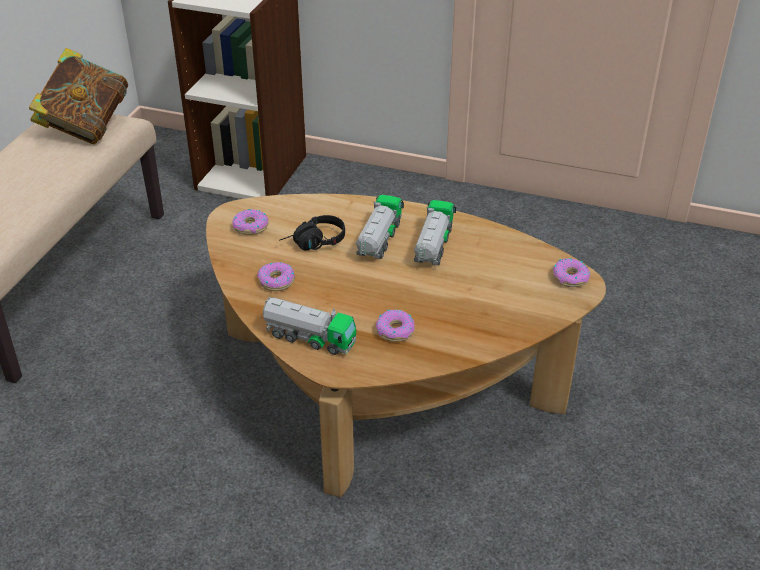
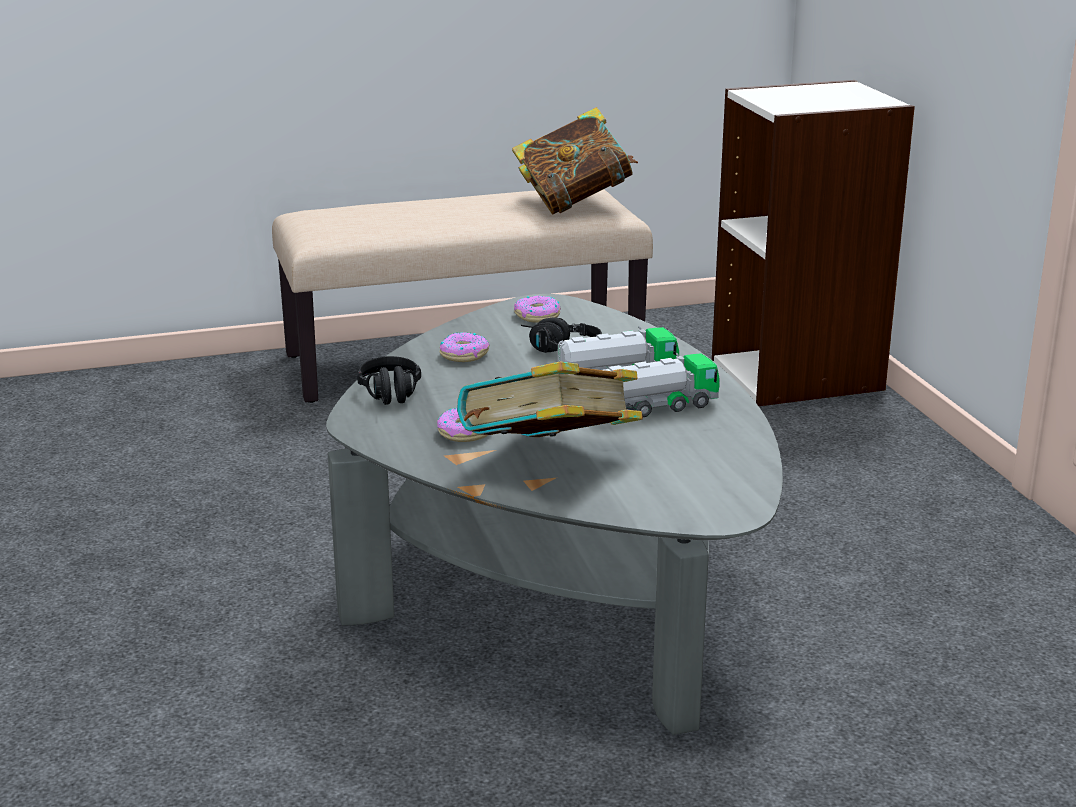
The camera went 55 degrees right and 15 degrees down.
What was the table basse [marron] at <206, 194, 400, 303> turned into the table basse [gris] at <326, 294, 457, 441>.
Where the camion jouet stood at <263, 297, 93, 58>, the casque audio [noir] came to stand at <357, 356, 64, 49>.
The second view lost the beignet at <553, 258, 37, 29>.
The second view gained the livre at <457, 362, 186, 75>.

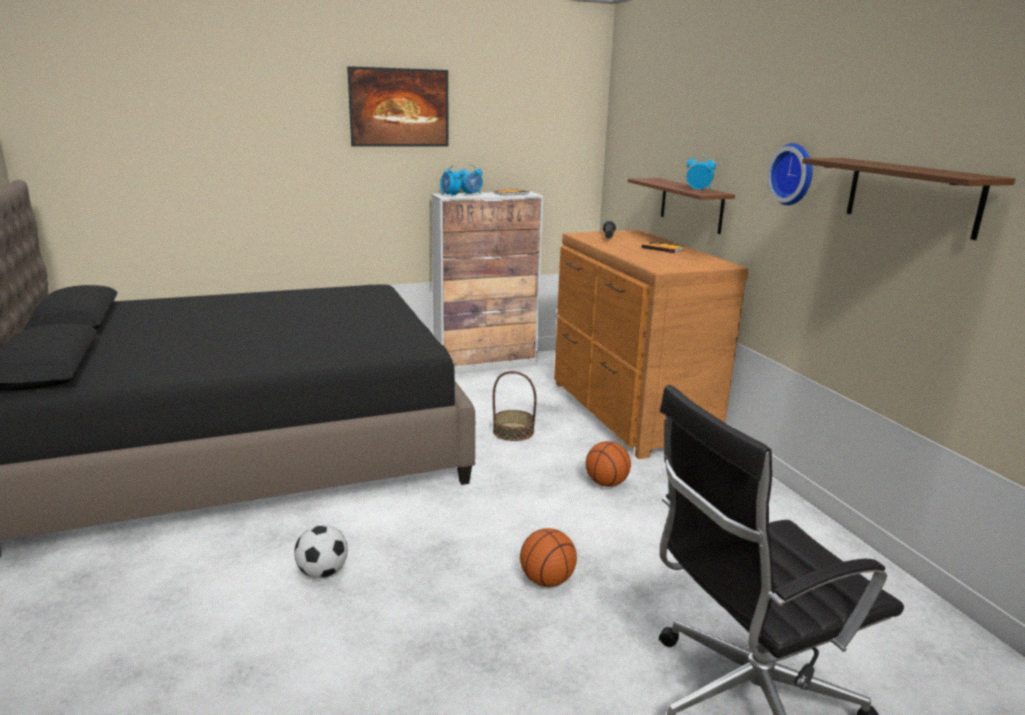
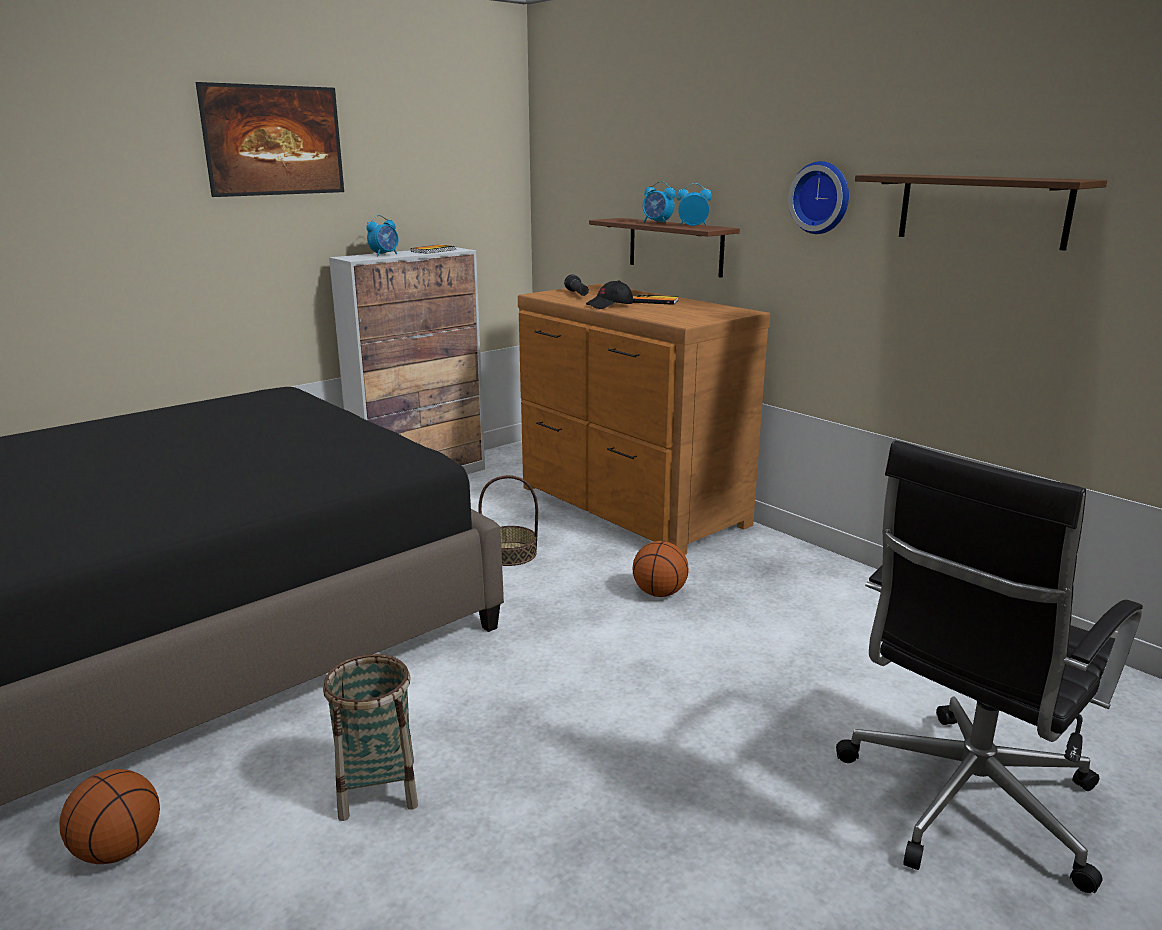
The camera went 20 degrees left and 0 degrees up.
Where the ballon de foot stood at <294, 525, 54, 53>, the panier came to stand at <323, 654, 95, 167>.
The réveil ended up elsewhere, having gone from <440, 166, 21, 31> to <643, 181, 33, 43>.
The ballon de basket ended up elsewhere, having gone from <520, 528, 57, 59> to <60, 769, 100, 95>.
The second view gained the casquette [noir] at <586, 280, 47, 29>.

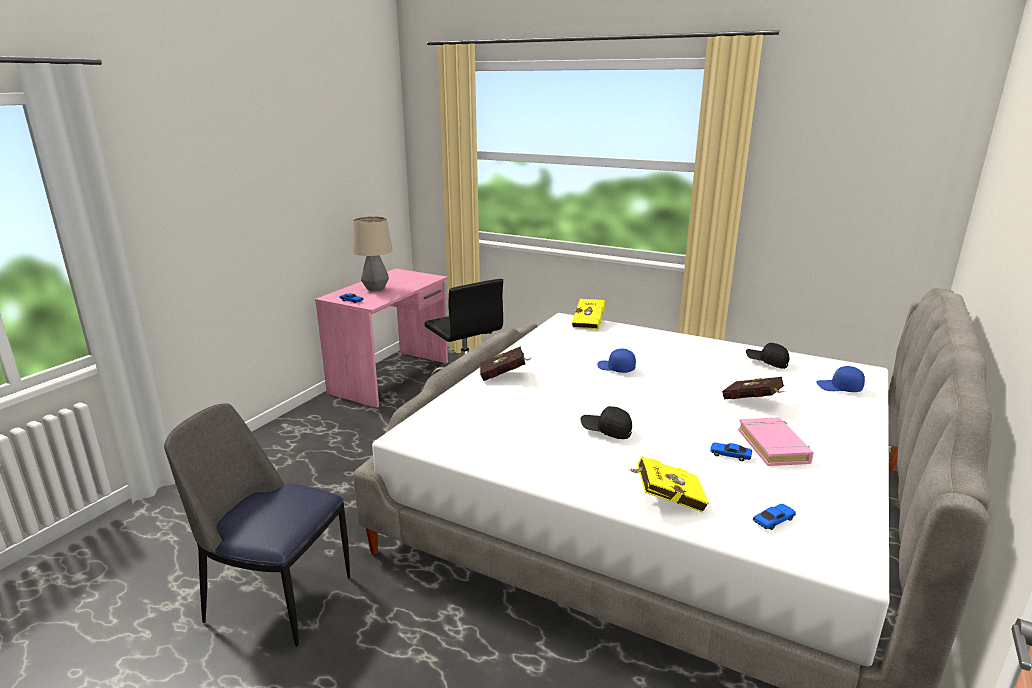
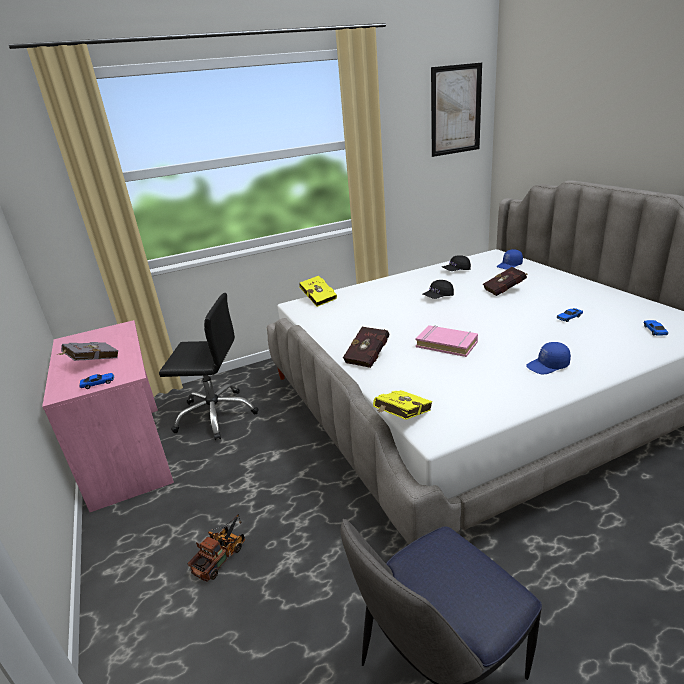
The camera went 50 degrees left and 5 degrees up.
Where the lampe de table stood at <352, 216, 41, 75>, the livre [gris] came to stand at <56, 342, 63, 19>.
The casquette [noir] ended up elsewhere, having gone from <581, 406, 51, 33> to <423, 280, 31, 19>.
The casquette [bleu] ended up elsewhere, having gone from <597, 348, 39, 25> to <526, 342, 45, 32>.
The livre [jaune] ended up elsewhere, having gone from <629, 456, 80, 57> to <373, 390, 59, 30>.
The livre [rose] ended up elsewhere, having gone from <738, 417, 76, 49> to <416, 325, 62, 32>.
The second view gained the camion jouet at <187, 514, 58, 68>.
The second view gained the tableau at <431, 63, 51, 94>.

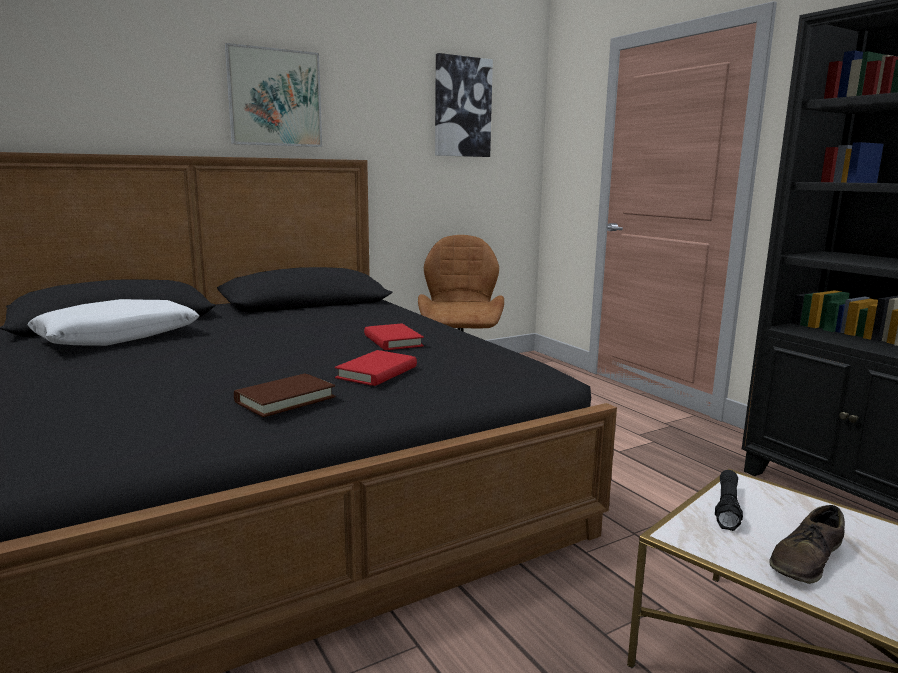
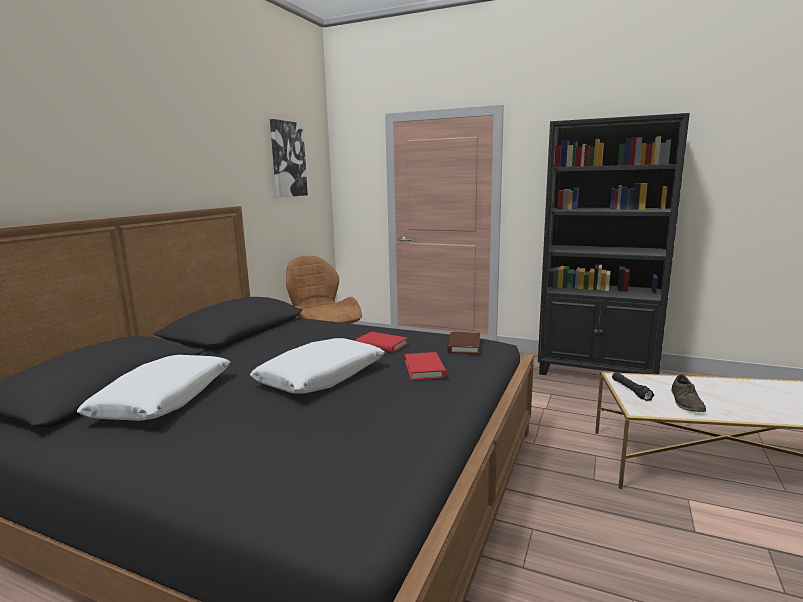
The camera went 35 degrees left and 0 degrees up.
The second view lost the tableau at <225, 43, 97, 104>.
The livre [marron] ended up elsewhere, having gone from <234, 373, 102, 44> to <447, 332, 33, 22>.
The second view gained the coussin [blanc] at <250, 338, 135, 56>.

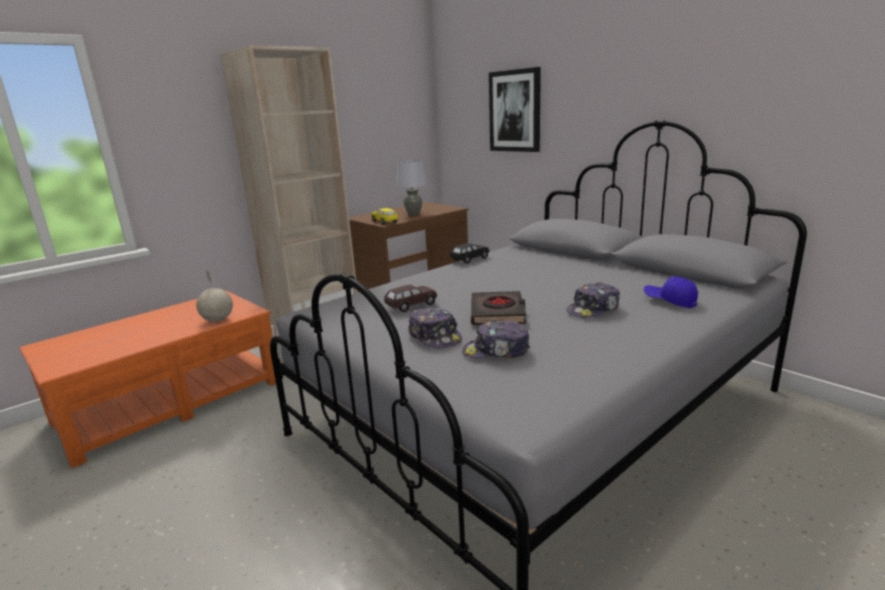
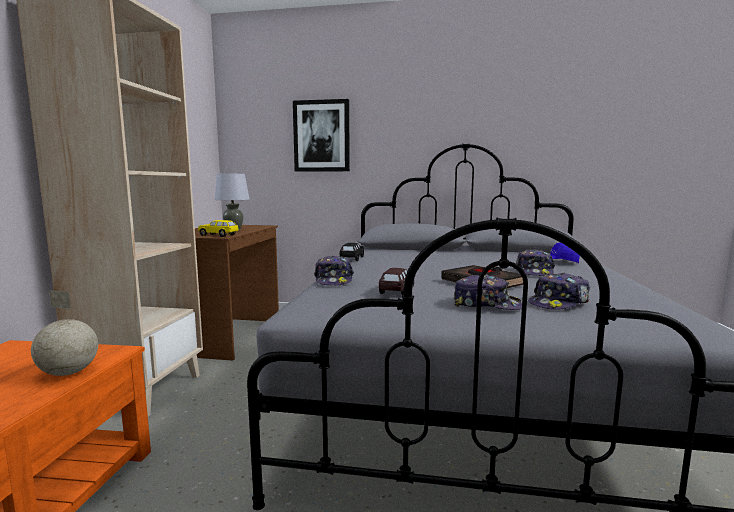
The camera went 40 degrees left and 10 degrees down.
The second view gained the casquette at <314, 255, 40, 30>.

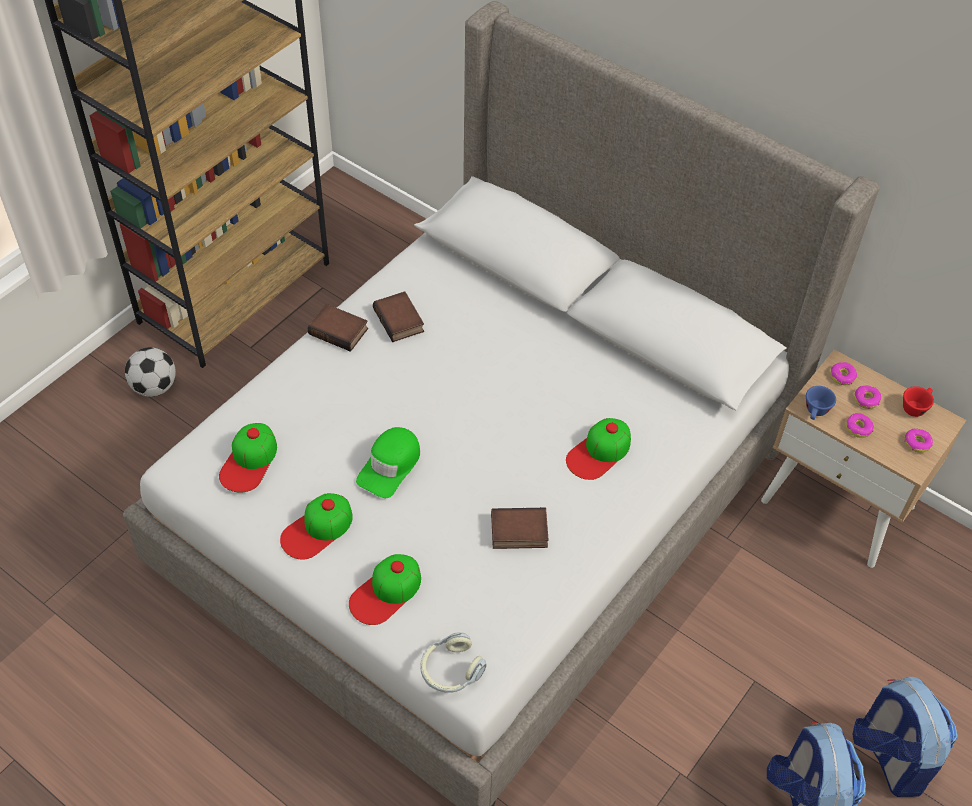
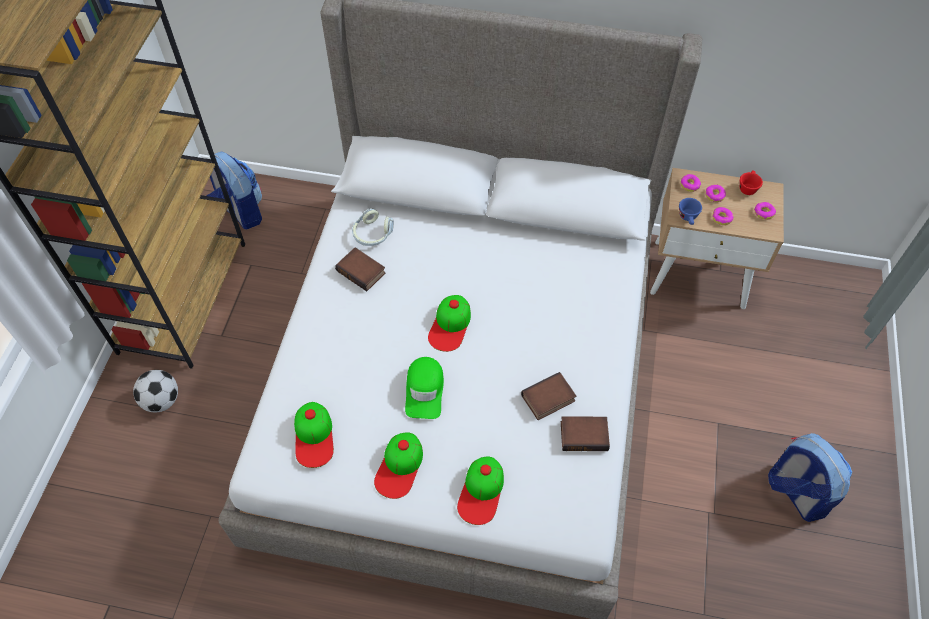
The camera went 25 degrees left and 5 degrees up.
The livre ended up elsewhere, having gone from <308, 304, 60, 48> to <561, 416, 49, 35>.
The casque audio ended up elsewhere, having gone from <420, 632, 67, 61> to <352, 208, 42, 38>.
The casquette ended up elsewhere, having gone from <566, 418, 65, 62> to <428, 295, 43, 57>.
The sac à dos ended up elsewhere, having gone from <853, 677, 104, 120> to <207, 152, 55, 77>.

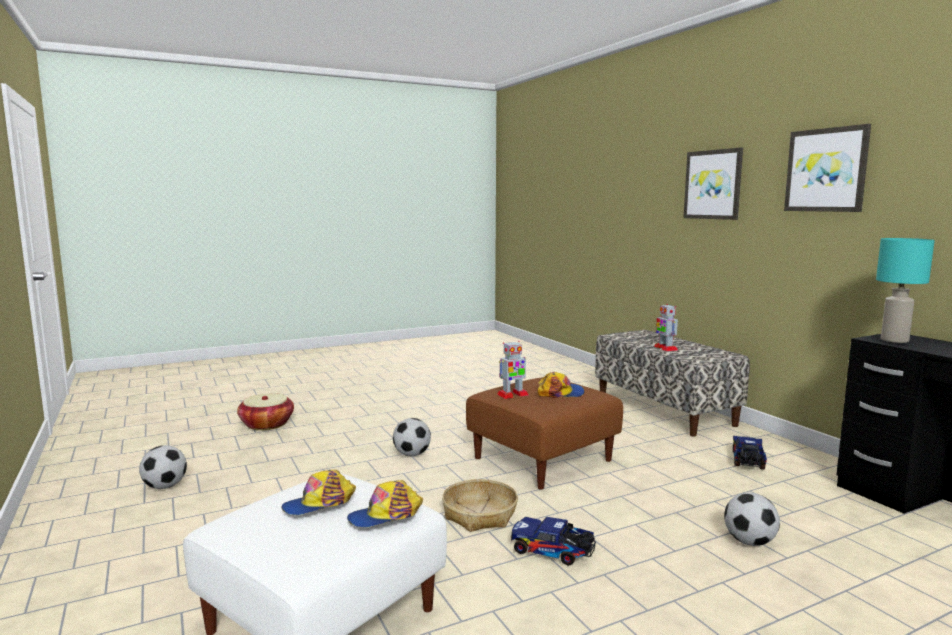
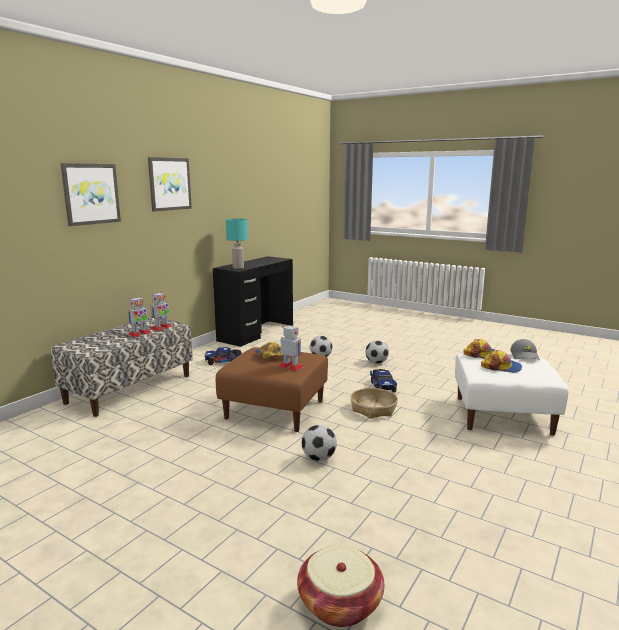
The camera went 120 degrees left and 5 degrees up.
The ballon de foot ended up elsewhere, having gone from <139, 445, 48, 44> to <365, 340, 24, 24>.
The second view gained the robot jouet at <151, 292, 21, 39>.
The second view gained the casquette [gris] at <510, 339, 30, 21>.

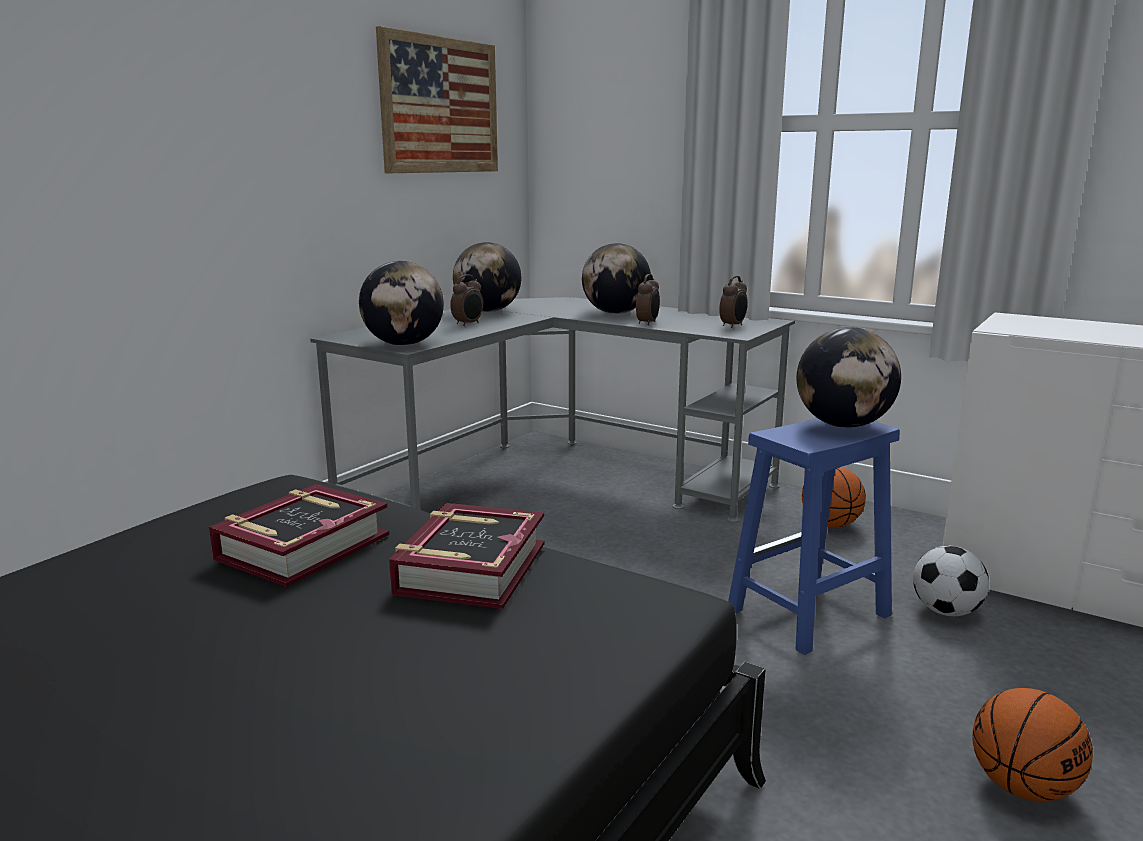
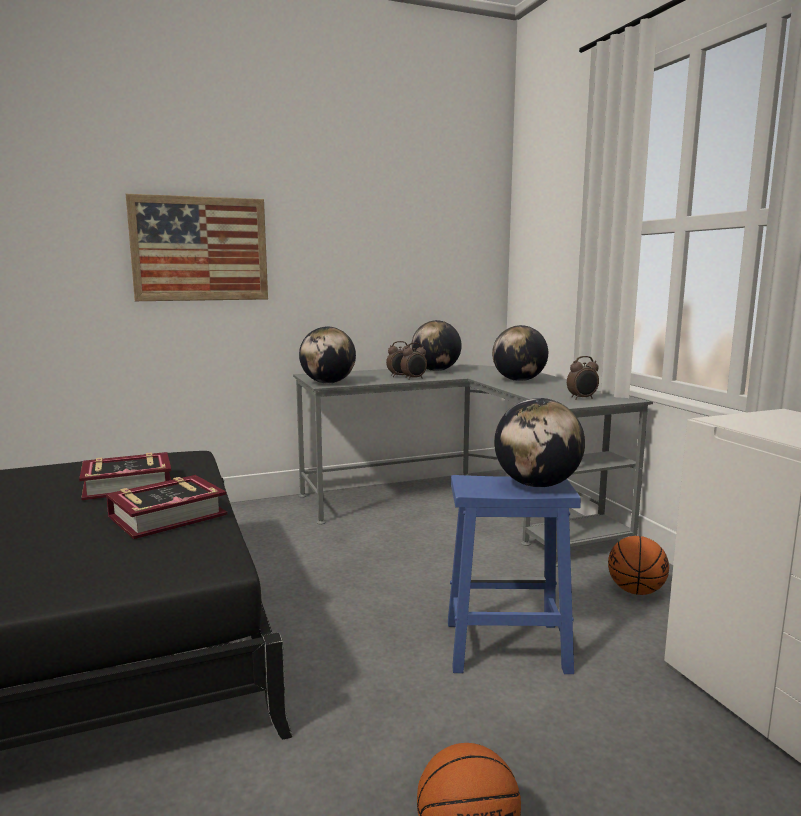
The camera went 35 degrees right and 5 degrees down.
The tableau ended up elsewhere, having gone from <376, 26, 122, 147> to <126, 194, 142, 107>.
The réveil ended up elsewhere, having gone from <636, 274, 24, 51> to <401, 343, 26, 37>.
The second view lost the ballon de foot at <913, 546, 76, 70>.

